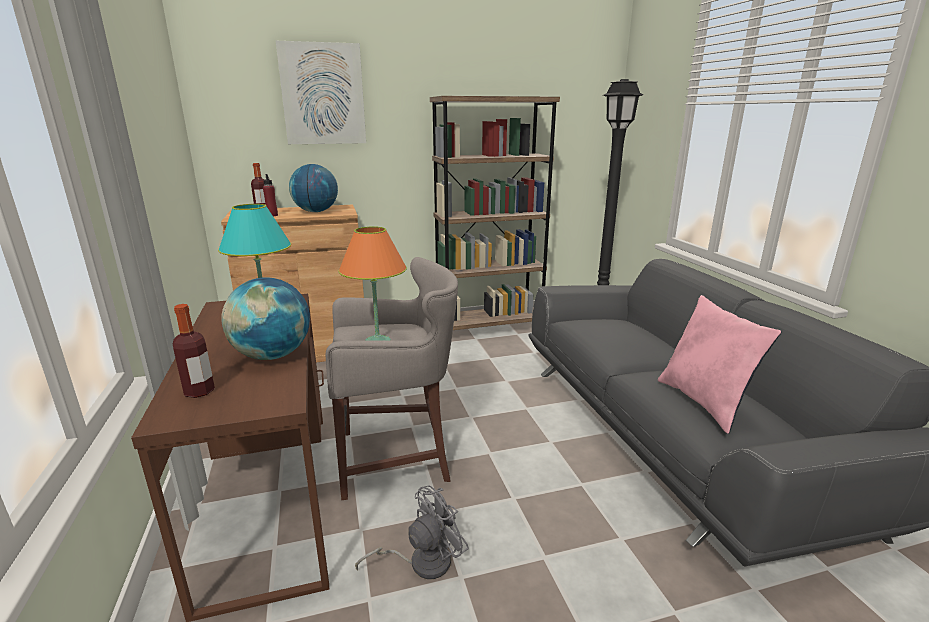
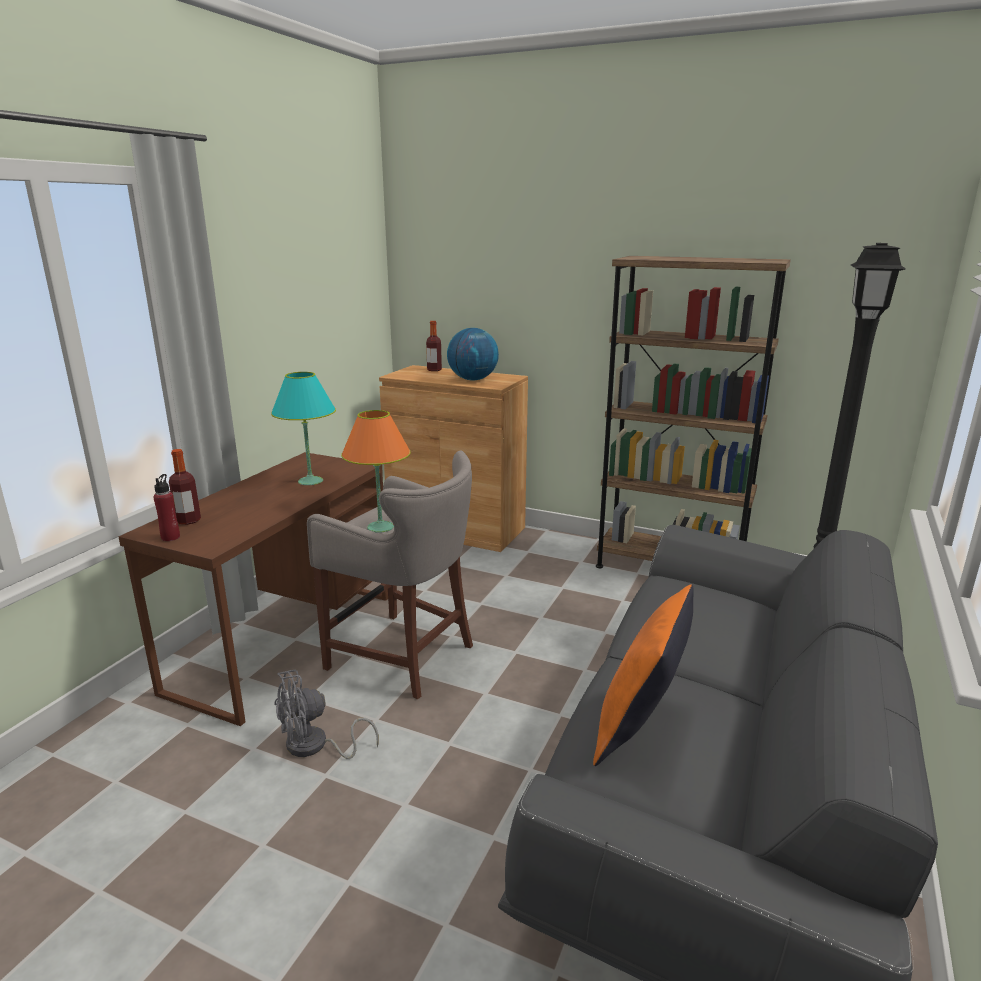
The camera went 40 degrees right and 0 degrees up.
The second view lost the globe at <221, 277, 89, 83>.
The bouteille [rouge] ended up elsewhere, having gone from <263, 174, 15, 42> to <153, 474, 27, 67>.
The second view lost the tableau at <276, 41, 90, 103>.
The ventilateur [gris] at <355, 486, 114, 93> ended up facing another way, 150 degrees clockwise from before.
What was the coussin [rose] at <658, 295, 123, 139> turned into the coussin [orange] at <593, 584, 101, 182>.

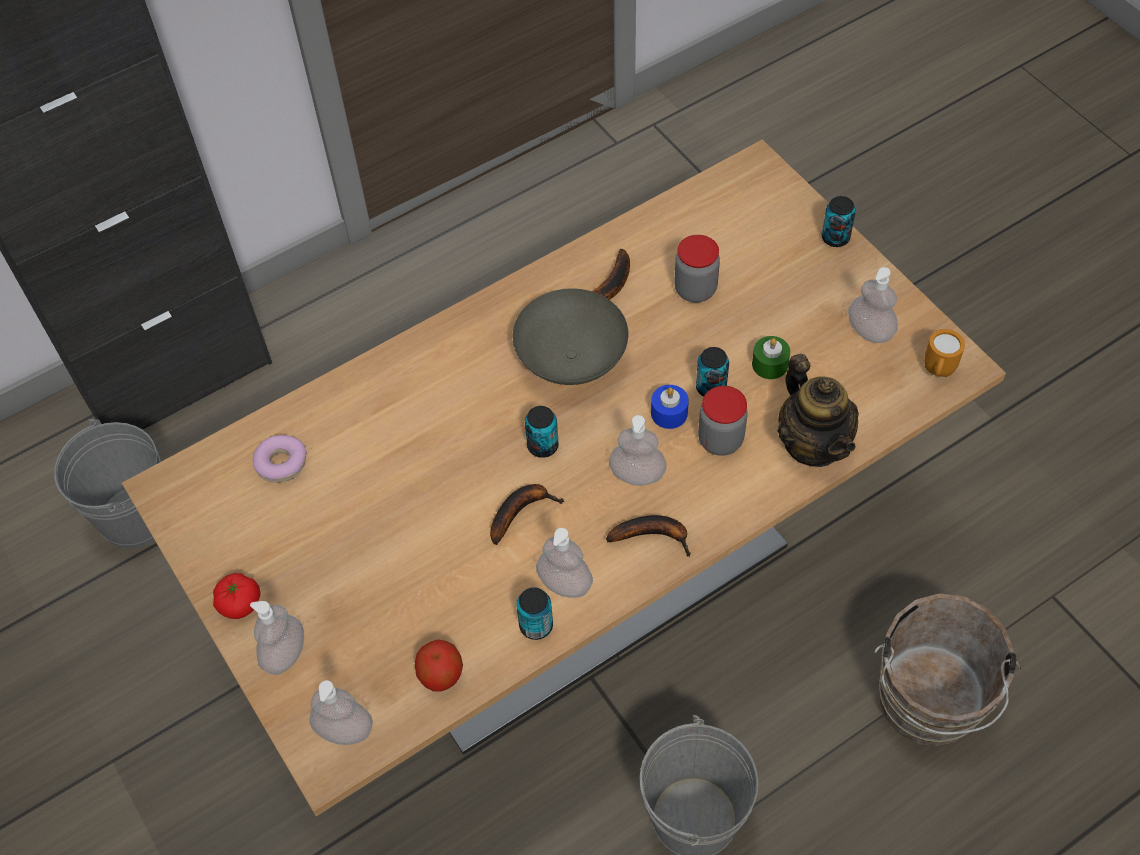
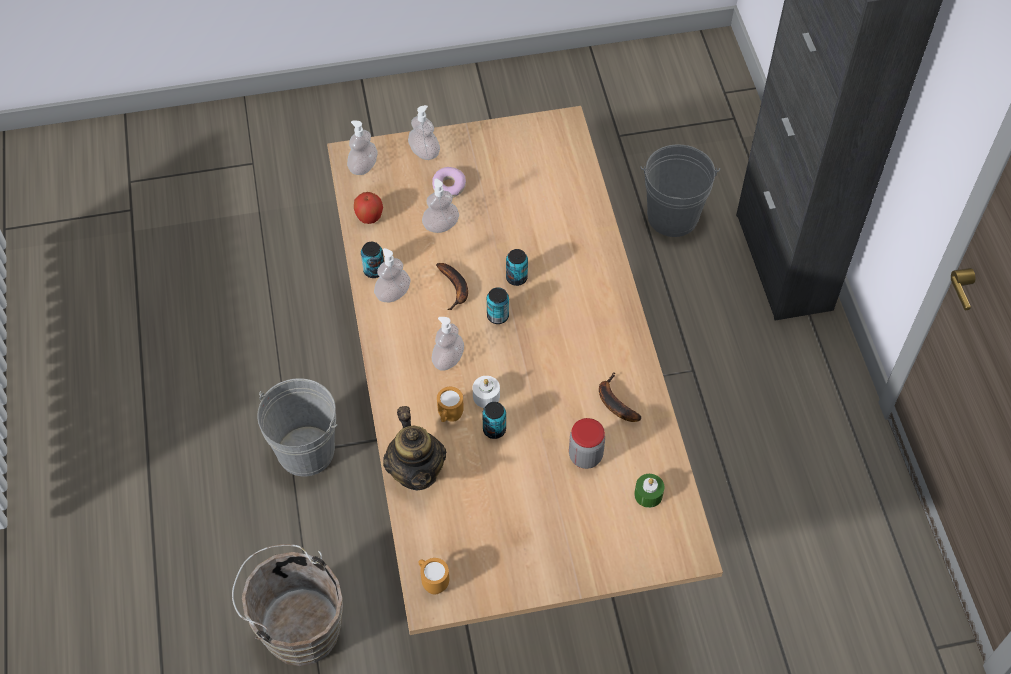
The camera went 110 degrees right and 0 degrees up.
The second view lost the tomate at <213, 573, 48, 46>.
The beignet ended up elsewhere, having gone from <253, 435, 54, 47> to <432, 167, 34, 31>.
The second view lost the bol [gris] at <513, 288, 115, 97>.
The second view lost the banane at <606, 515, 85, 42>.
What was the bougie [bleu] at <651, 385, 38, 44> turned into the bougie [blanc] at <473, 376, 27, 32>.
Where the bocal stood at <698, 386, 50, 70>, the mug [orange] came to stand at <437, 387, 27, 35>.
The bougie [vert] ended up elsewhere, having gone from <752, 336, 38, 43> to <634, 474, 30, 34>.
The théière at <777, 354, 82, 113> ended up facing another way, 105 degrees counterclockwise from before.
The boîte métallique ended up elsewhere, having gone from <821, 196, 35, 51> to <506, 249, 22, 37>.
The distributeur de savon ended up elsewhere, having gone from <848, 267, 50, 76> to <422, 178, 37, 55>.

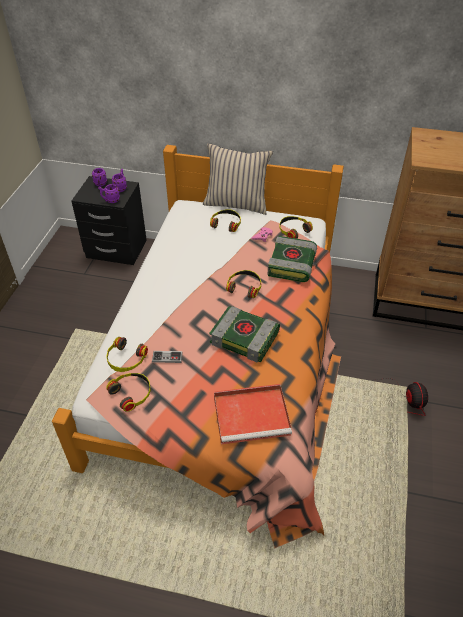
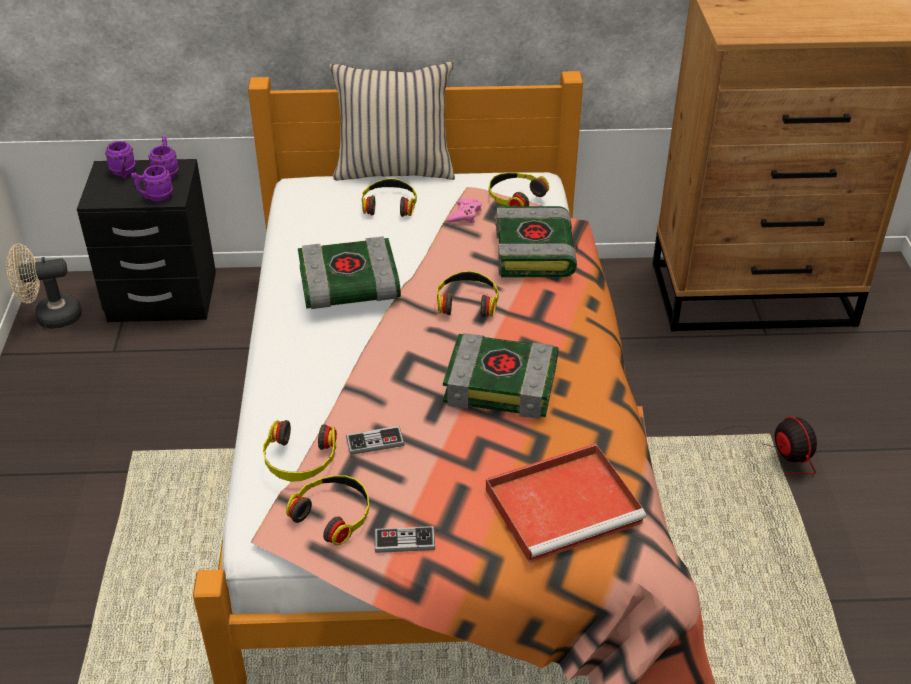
The camera went 15 degrees left and 5 degrees down.
The second view gained the ventilateur [beige] at <6, 244, 76, 85>.
The second view gained the livre at <298, 236, 103, 73>.
The second view gained the manette at <375, 526, 60, 27>.

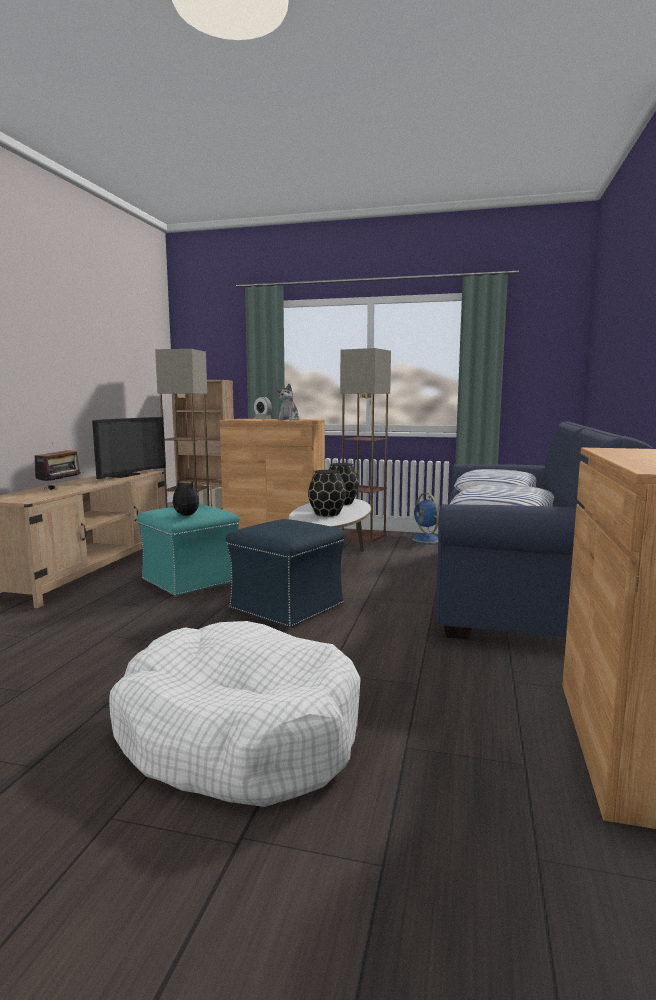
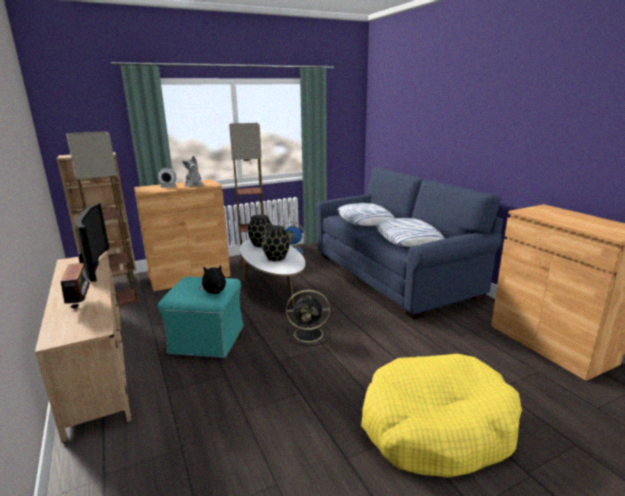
The camera went 40 degrees left and 10 degrees up.
What was the panier pour chien [blanc] at <109, 621, 252, 186> turned into the panier pour chien [jaune] at <361, 354, 161, 124>.
Where the pouf [bleu] stood at <226, 519, 119, 109>, the ventilateur [noir] came to stand at <286, 290, 45, 56>.

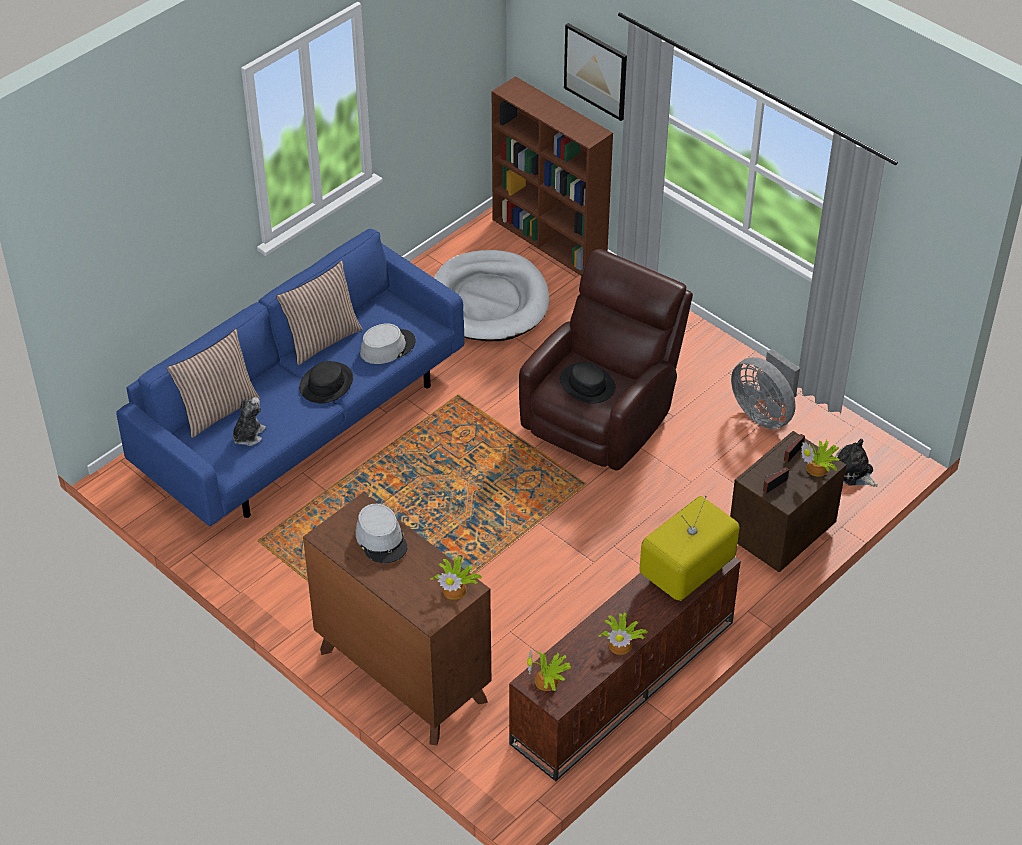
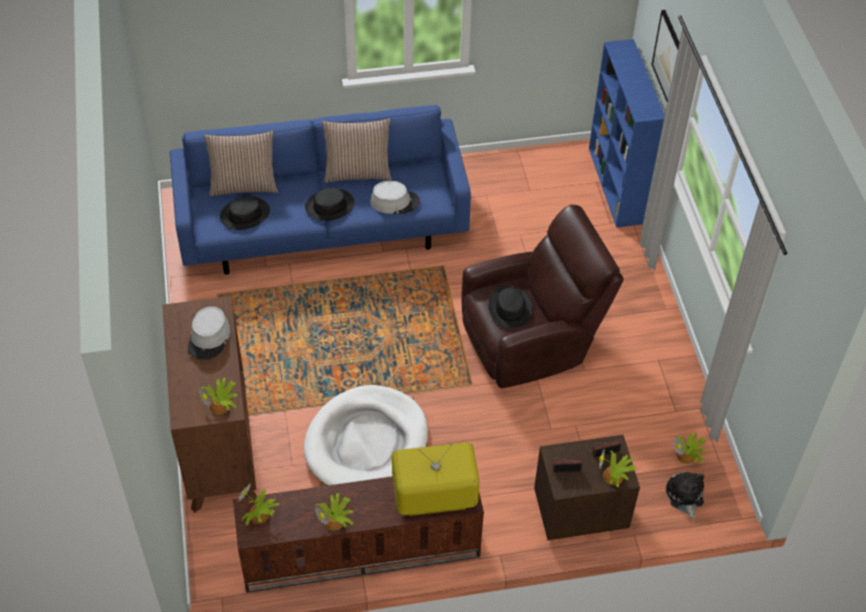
The camera went 35 degrees right and 5 degrees up.
Where the peluche stood at <233, 397, 33, 49>, the chapeau [noir] came to stand at <220, 196, 50, 34>.
The panier pour chien [blanc] ended up elsewhere, having gone from <434, 250, 115, 91> to <304, 385, 124, 101>.
What was the bibliothèque [marron] at <492, 76, 121, 200> turned into the bibliothèque [bleu] at <589, 39, 76, 189>.
The second view lost the ventilateur [gris] at <731, 349, 69, 80>.
The second view gained the plante en pot at <674, 432, 32, 32>.

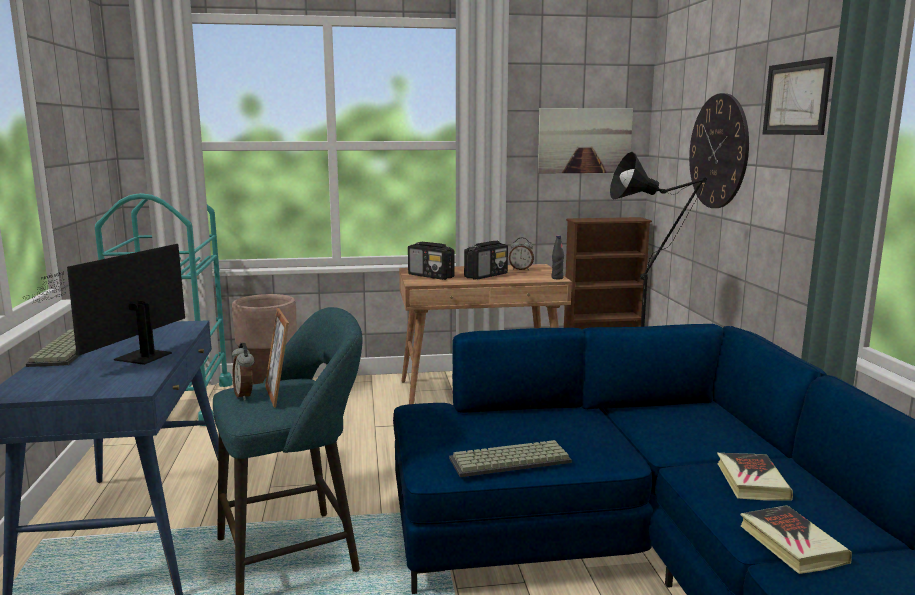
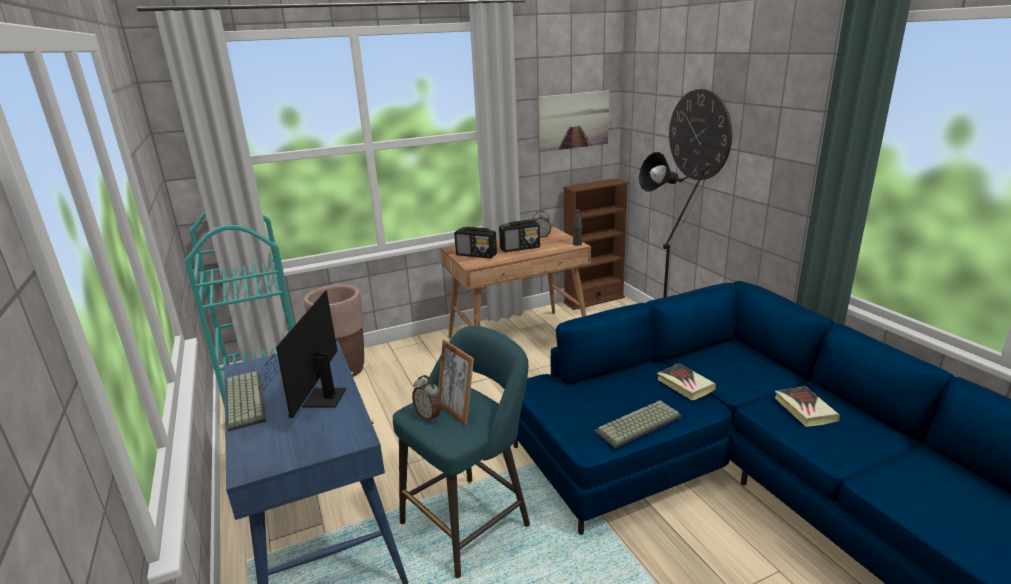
The camera went 15 degrees left and 10 degrees up.
The radio at <464, 241, 44, 39> ended up facing another way, 45 degrees clockwise from before.
The livre ended up elsewhere, having gone from <740, 505, 112, 69> to <657, 363, 59, 38>.
The second view lost the tableau at <762, 57, 71, 78>.

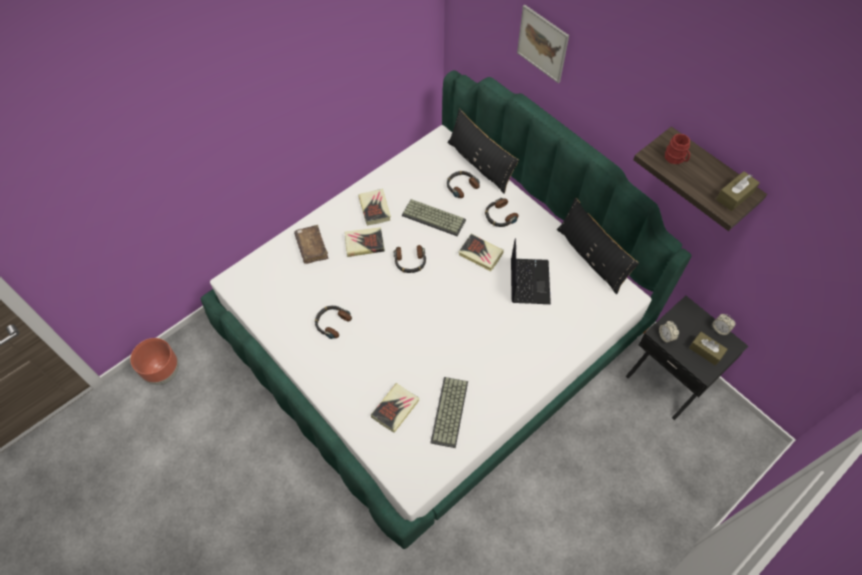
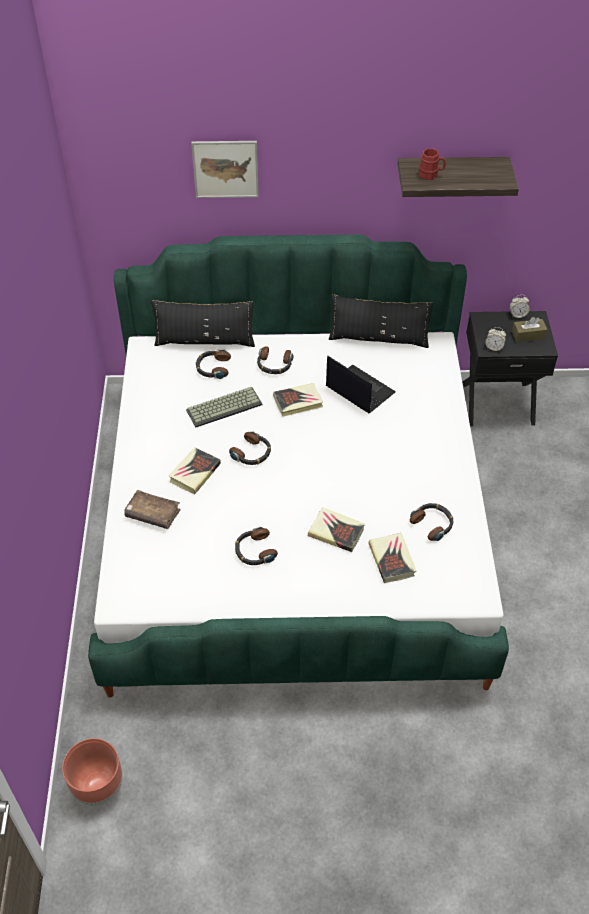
The camera went 50 degrees left and 10 degrees down.
The livre ended up elsewhere, having gone from <358, 189, 33, 37> to <308, 507, 57, 45>.
Where the clavier stood at <430, 377, 38, 71>, the casque audio came to stand at <410, 503, 43, 38>.
The second view lost the boîte à mouchoirs [marron] at <716, 171, 44, 40>.

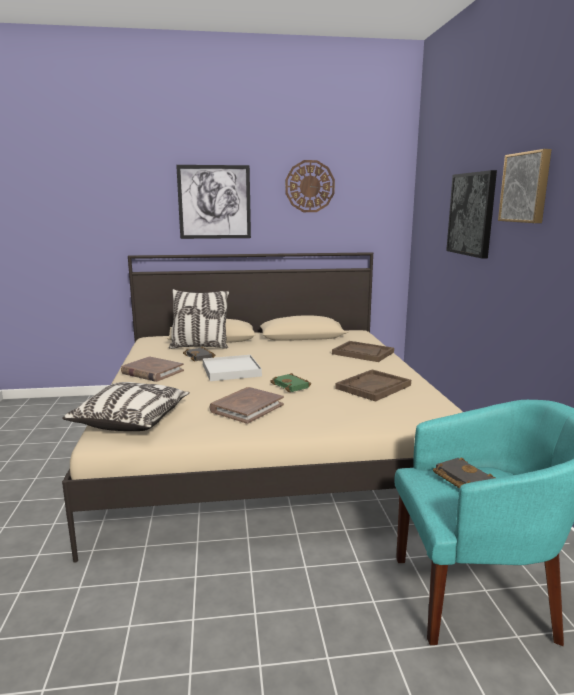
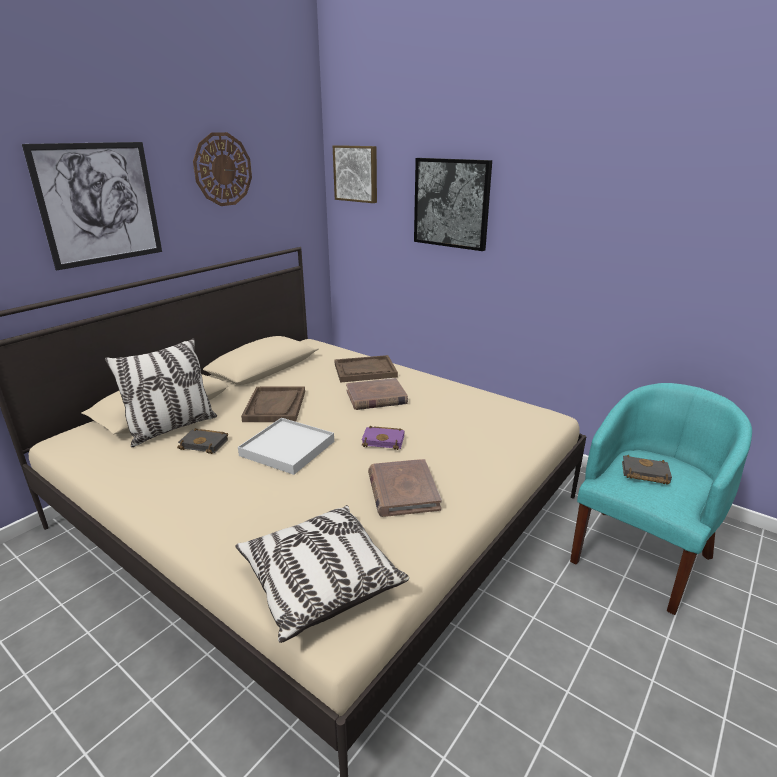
The camera went 45 degrees left and 10 degrees up.
The livre [marron] ended up elsewhere, having gone from <121, 357, 63, 25> to <346, 378, 62, 32>.
What was the livre [vert] at <270, 373, 41, 19> turned into the livre [violet] at <362, 425, 42, 25>.
The plateau [marron] ended up elsewhere, having gone from <335, 369, 76, 33> to <241, 387, 64, 35>.
The tableau ended up elsewhere, having gone from <498, 149, 54, 74> to <333, 145, 44, 58>.

